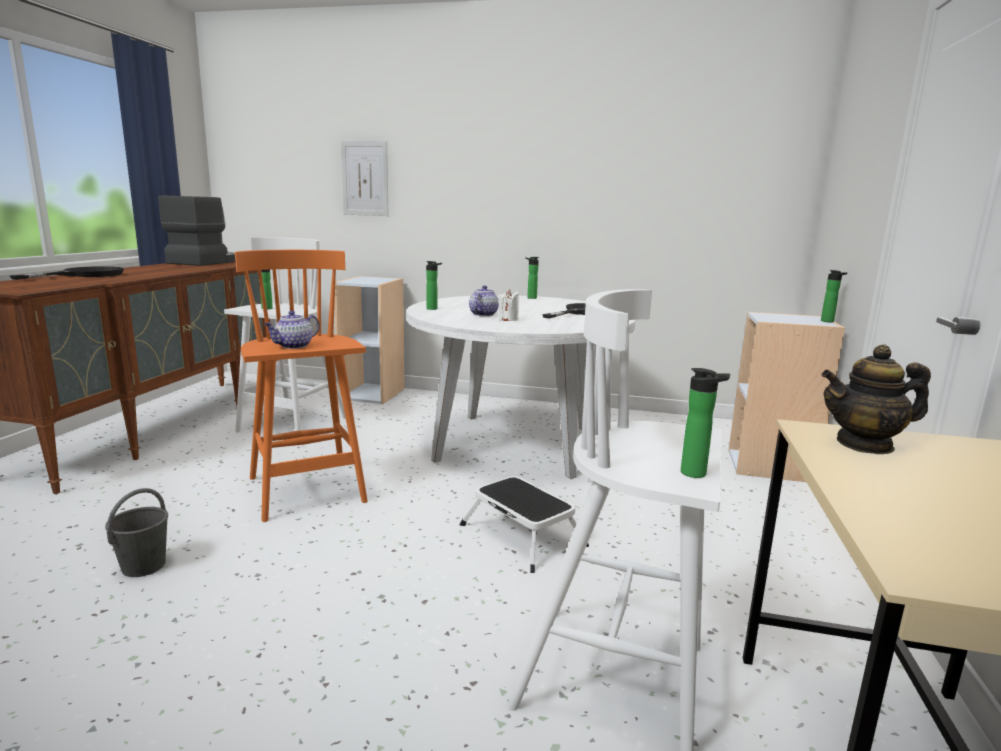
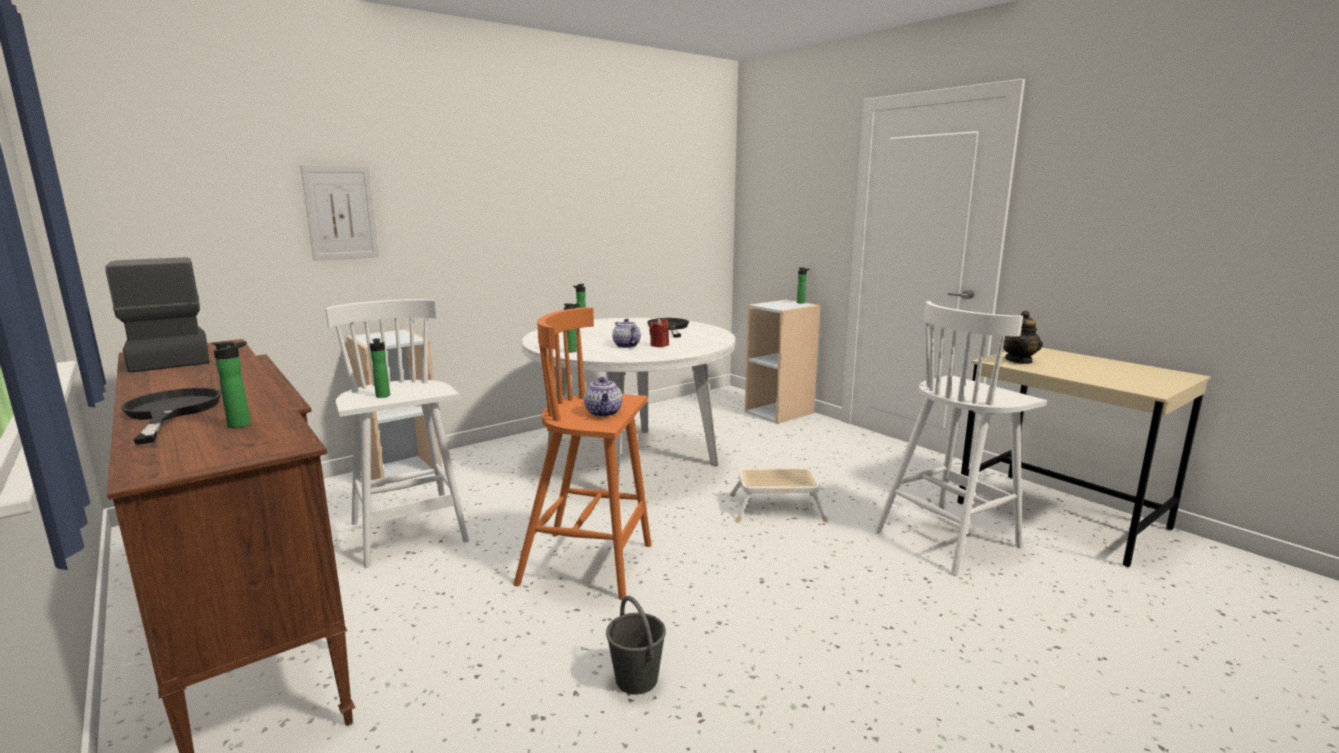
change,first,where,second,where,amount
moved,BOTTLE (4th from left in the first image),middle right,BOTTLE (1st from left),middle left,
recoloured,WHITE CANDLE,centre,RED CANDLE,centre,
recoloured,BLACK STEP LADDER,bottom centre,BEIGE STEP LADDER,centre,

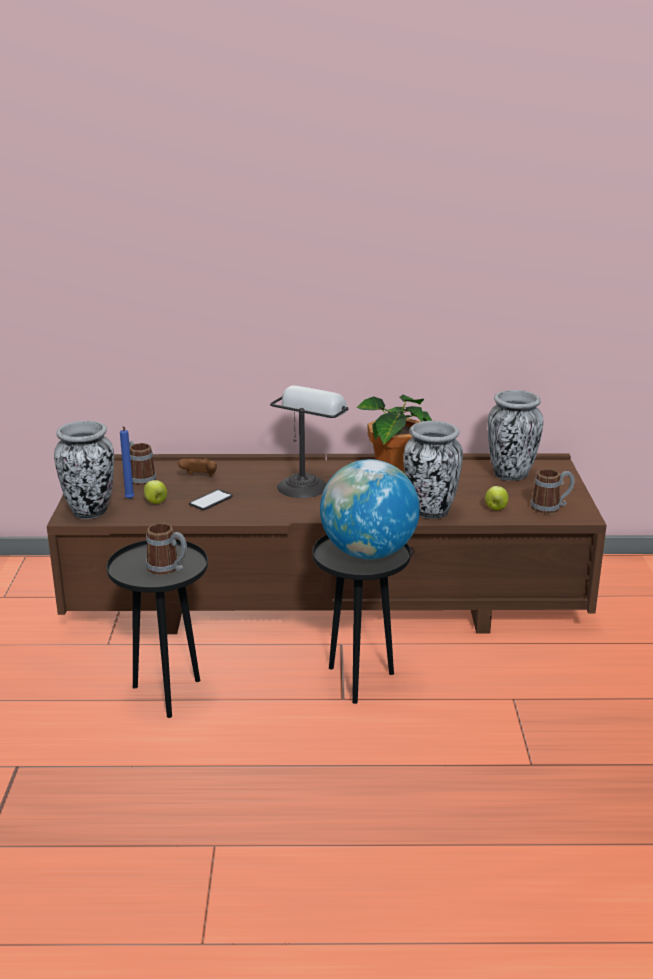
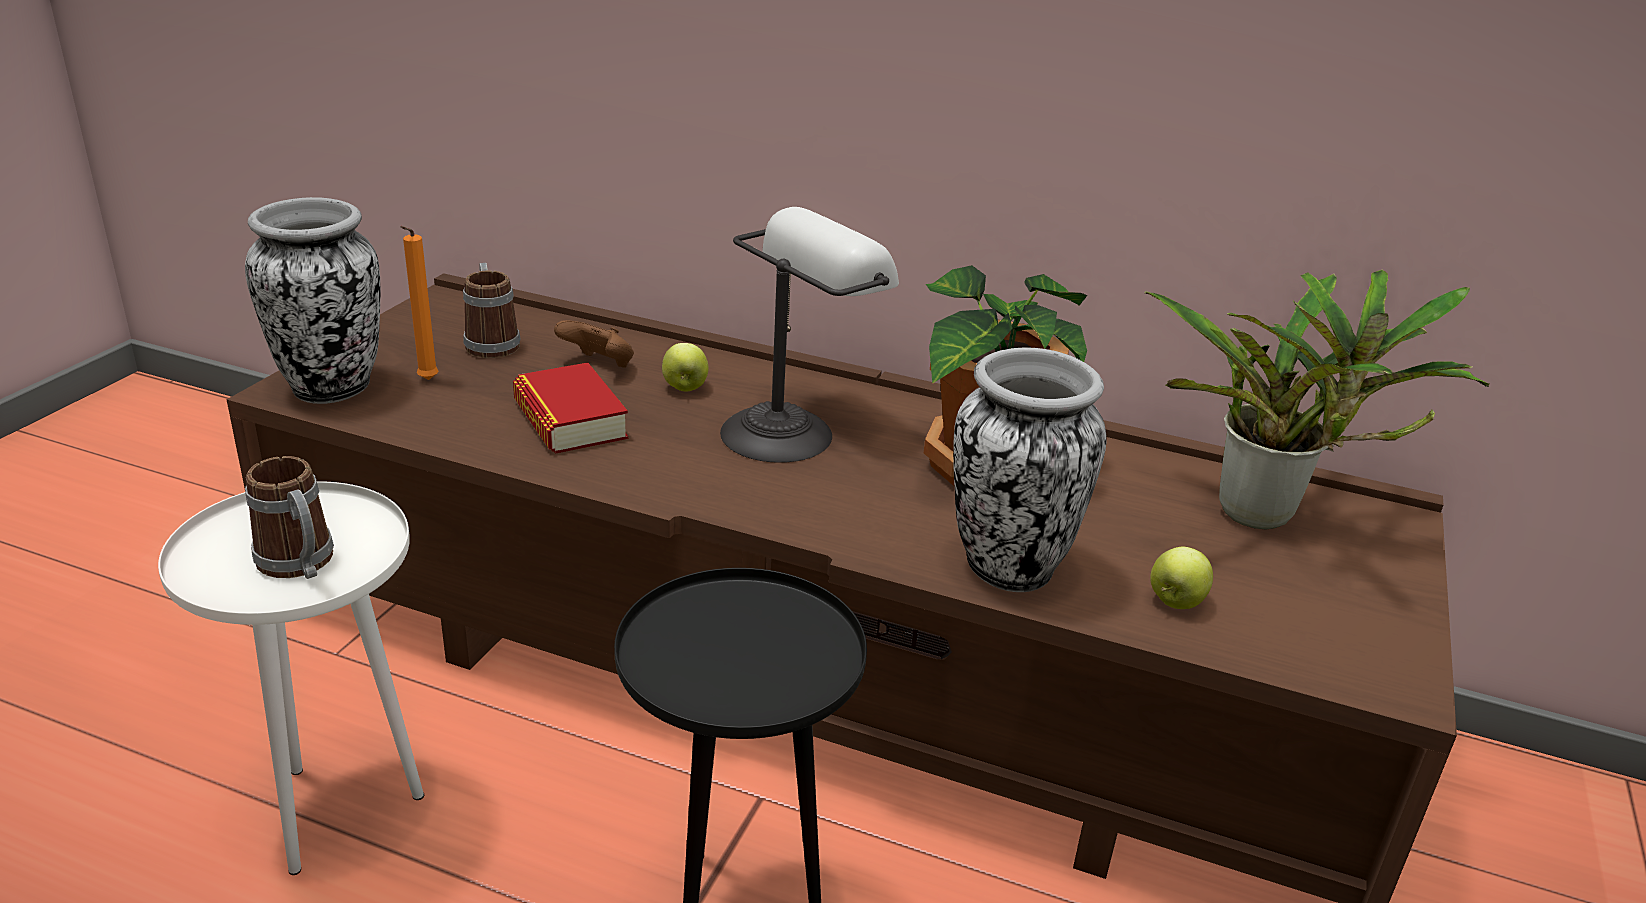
change,first,where,second,where,amount
recoloured,BLACK SIDE TABLE (1st from left),middle left,WHITE SIDE TABLE,bottom left,
recoloured,BLUE CANDLE,middle left,ORANGE CANDLE,middle left,
replaced,PHONE,middle left,BOOK,centre,
moved,APPLE (1st from left),middle left,,centre,
replaced,VASE (3rd from left),middle right,POTTED PLANT (2nd from left),middle right,
removed,GLOBE,centre,,,
removed,MUG (3rd from left),middle right,,,

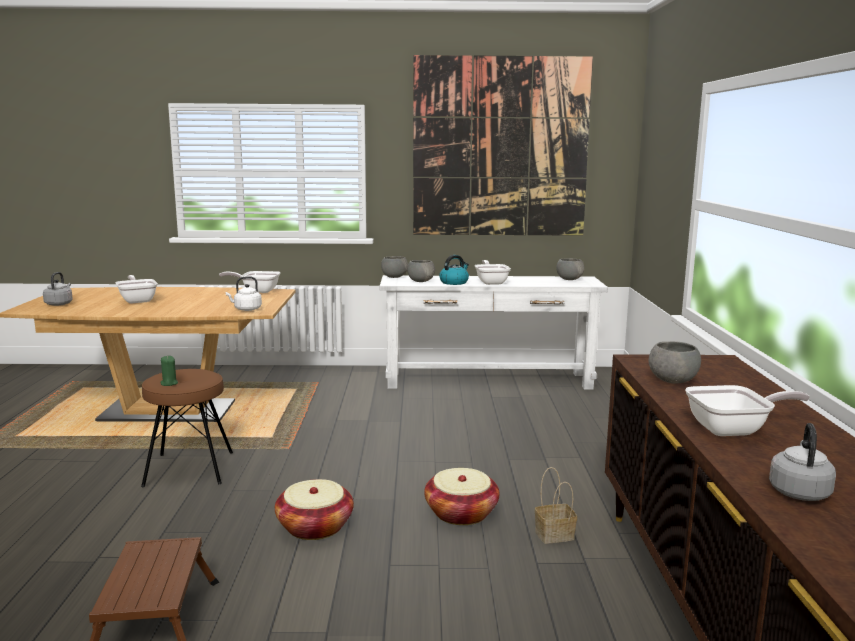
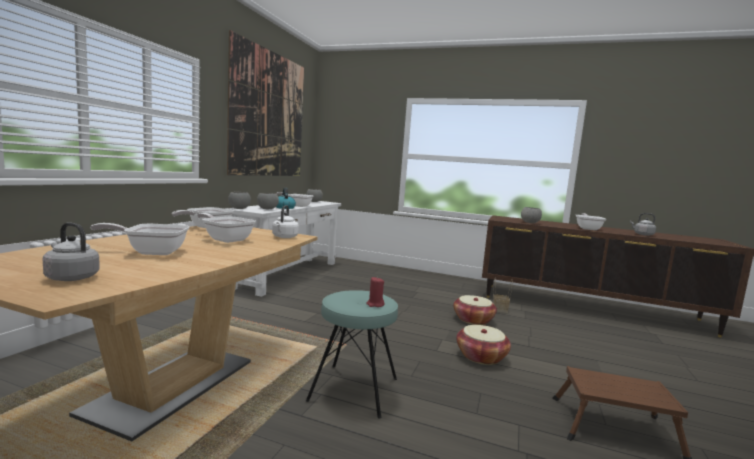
change,first,where,second,where,amount
added,,,FRYING PAN (3rd from left),middle left,
recoloured,BROWN STOOL,bottom left,TURQUOISE STOOL,bottom centre,
recoloured,GREEN CANDLE,middle left,RED CANDLE,centre,

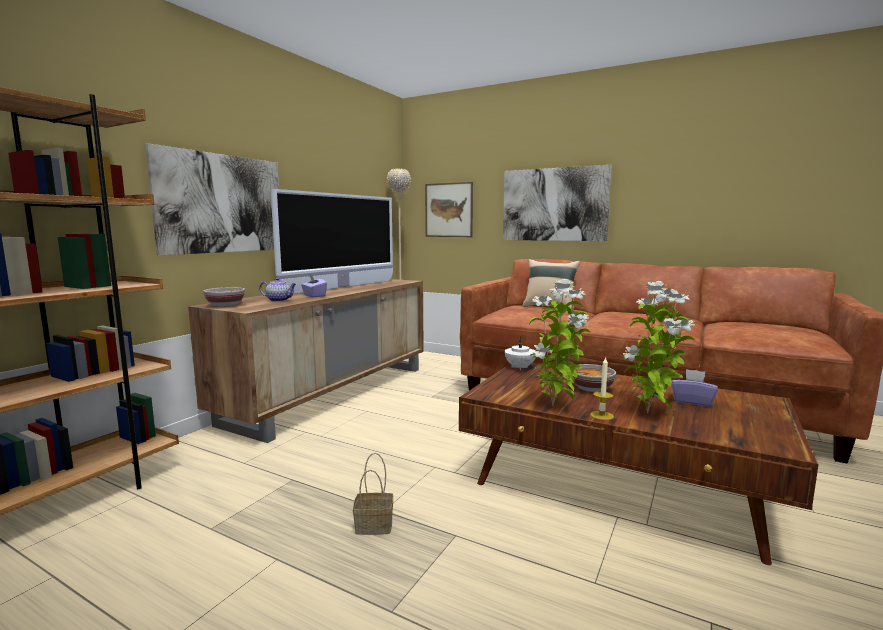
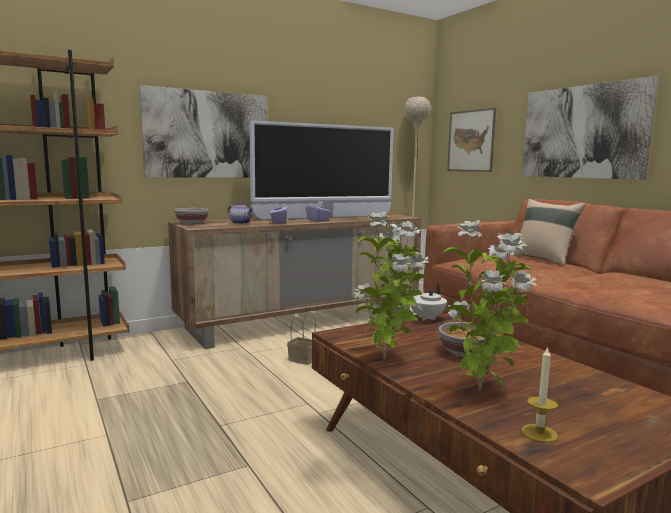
change,first,where,second,where,amount
moved,BASKET,bottom centre,,centre,
moved,PURPLE TISSUE BOX (2nd from left),middle right,,centre,
moved,CANDLE,middle right,,bottom right,

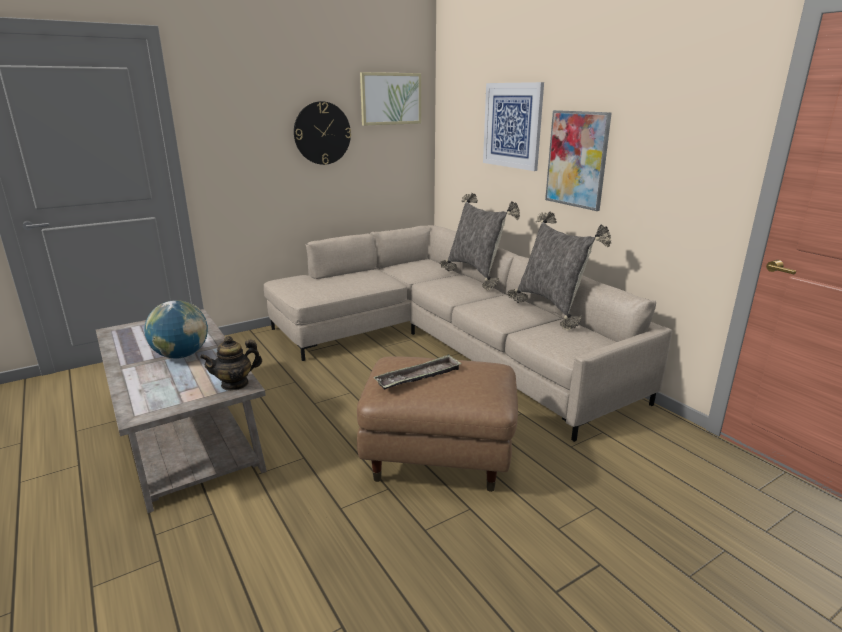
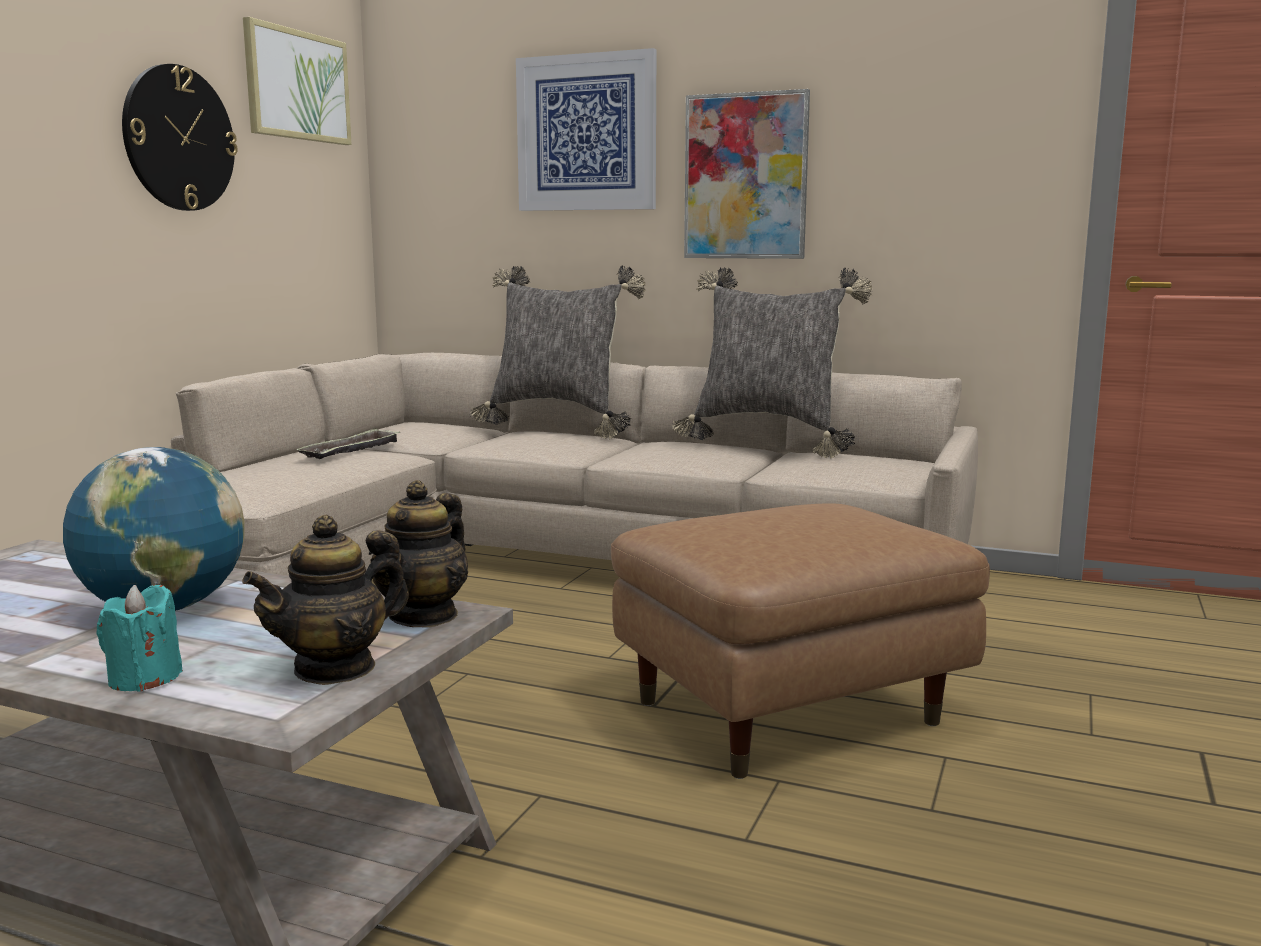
change,first,where,second,where,amount
added,,,TURQUOISE CANDLE,bottom left,
added,,,TEAPOT (1st from left),middle left,
moved,TRAY,centre,,middle left,

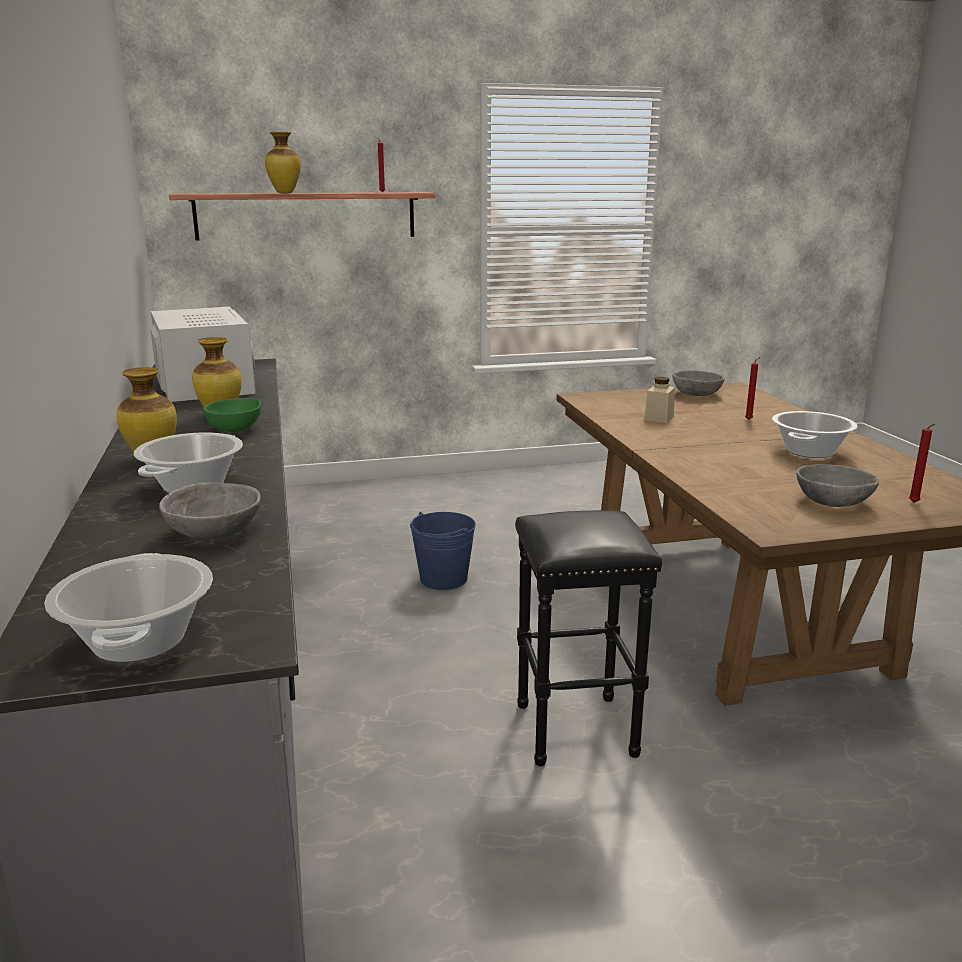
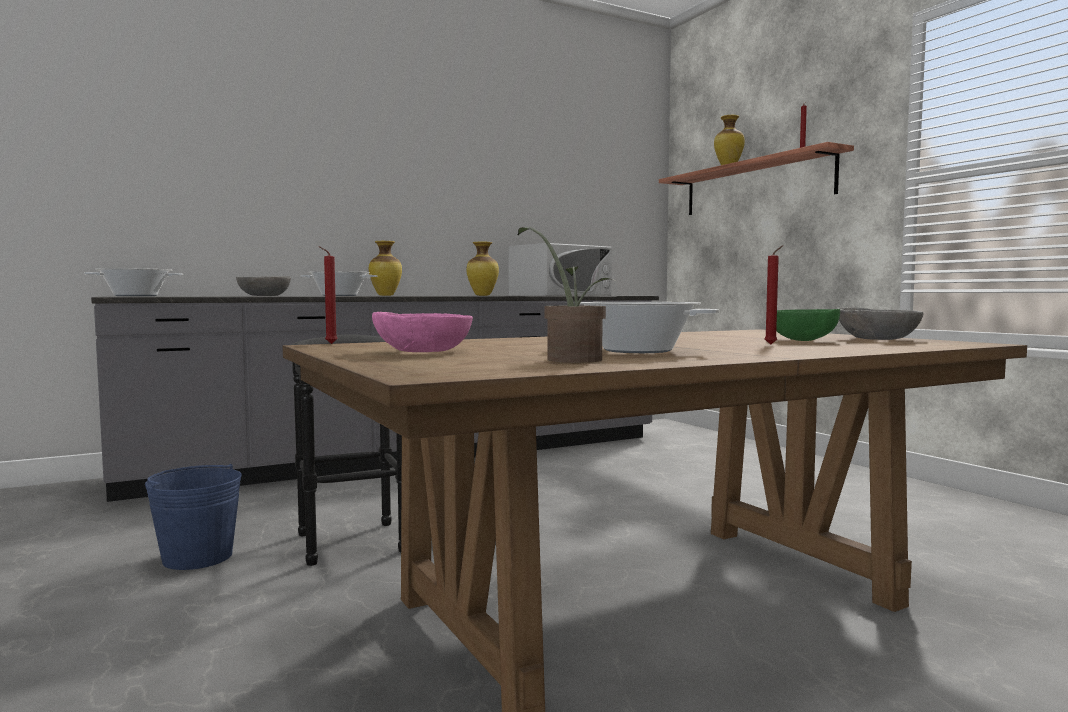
change,first,where,second,where,amount
moved,BLUE BUCKET,centre,,bottom left,
moved,RED CANDLE (3rd from left in the first image),middle right,RED CANDLE (1st from left),middle left,
recoloured,GREY BOWL (3rd from left),middle right,PINK BOWL,centre,
added,,,POTTED PLANT,centre,
moved,GREEN BOWL,middle left,,middle right,
removed,BEIGE JAR,middle right,,,

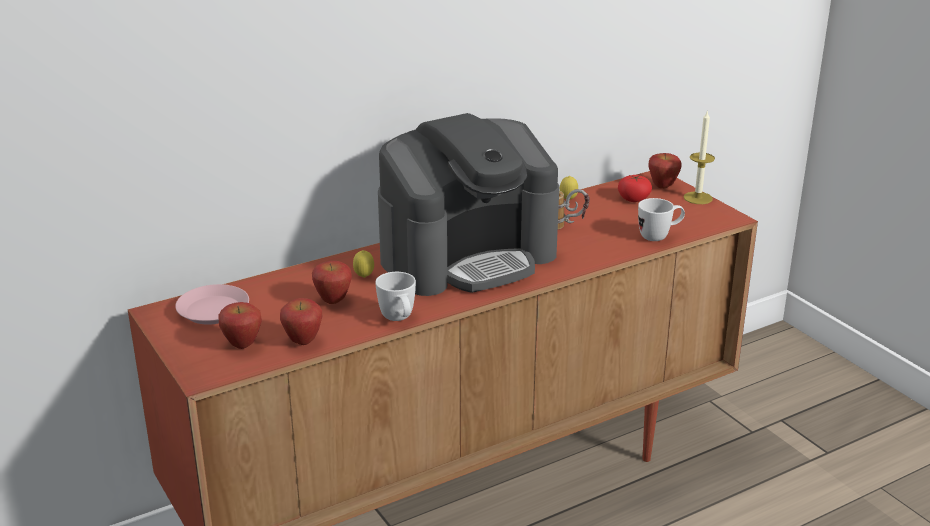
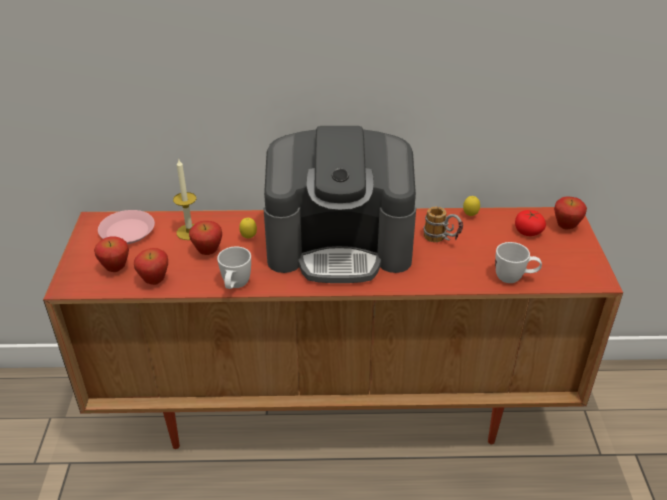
change,first,where,second,where,amount
moved,CANDLE,top right,,middle left,

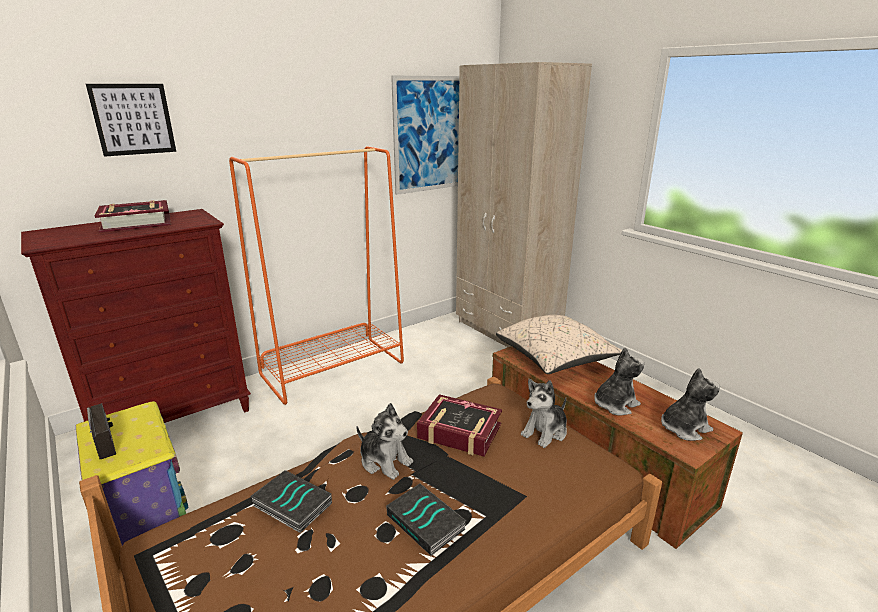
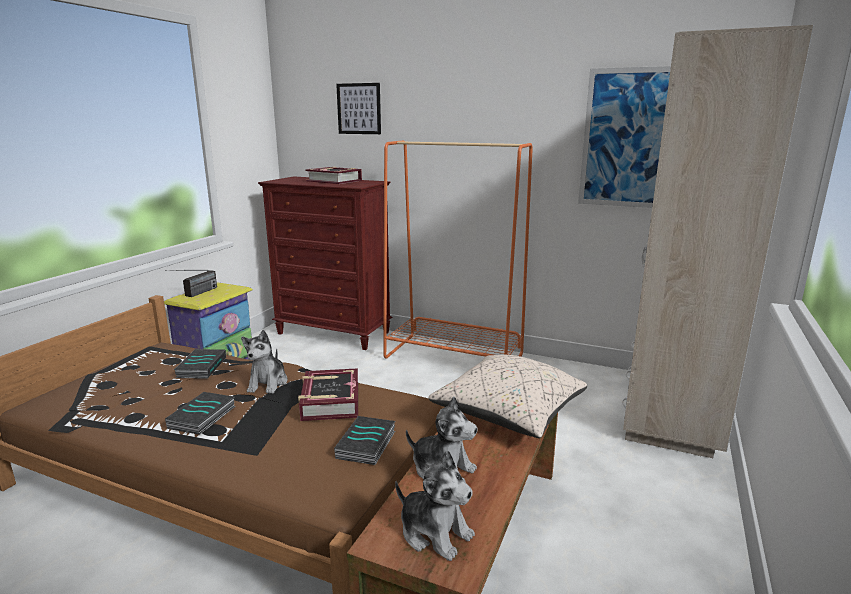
change,first,where,second,where,amount
replaced,PLUSH TOY (2nd from left),bottom centre,BOOK (5th from left),bottom centre,

